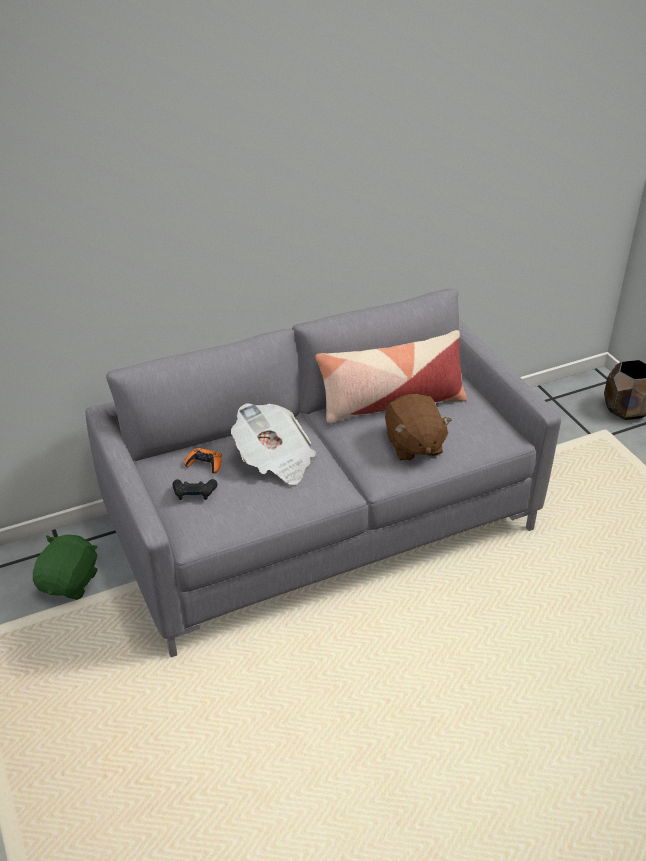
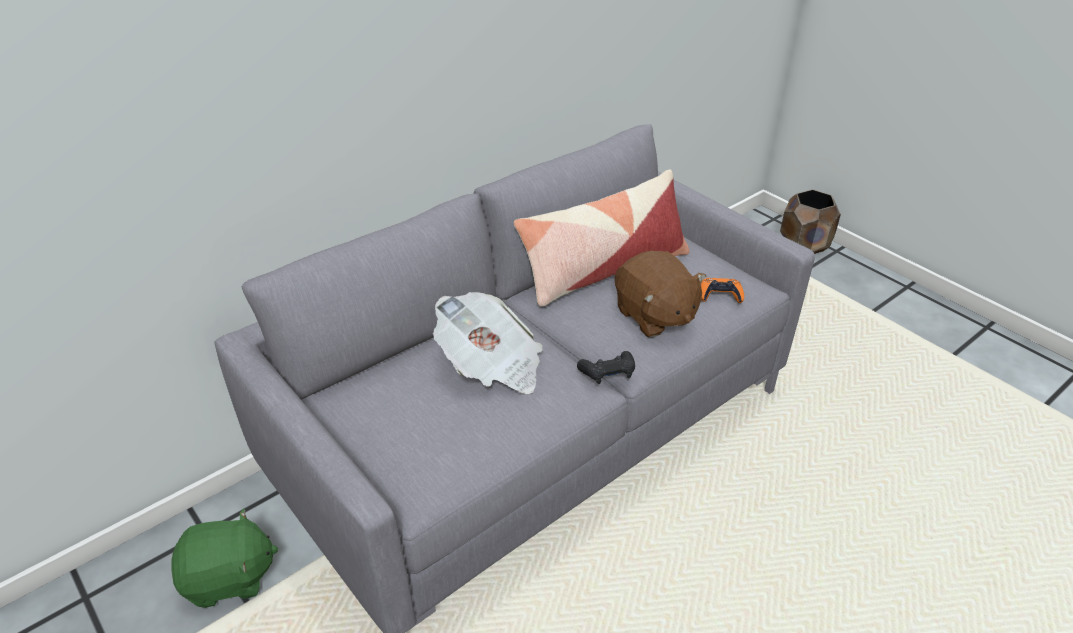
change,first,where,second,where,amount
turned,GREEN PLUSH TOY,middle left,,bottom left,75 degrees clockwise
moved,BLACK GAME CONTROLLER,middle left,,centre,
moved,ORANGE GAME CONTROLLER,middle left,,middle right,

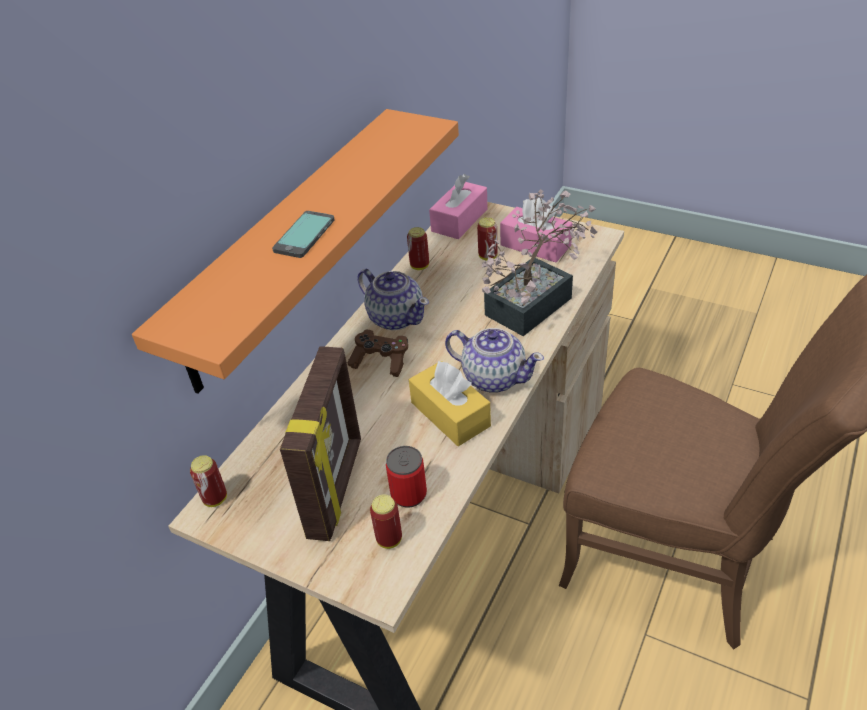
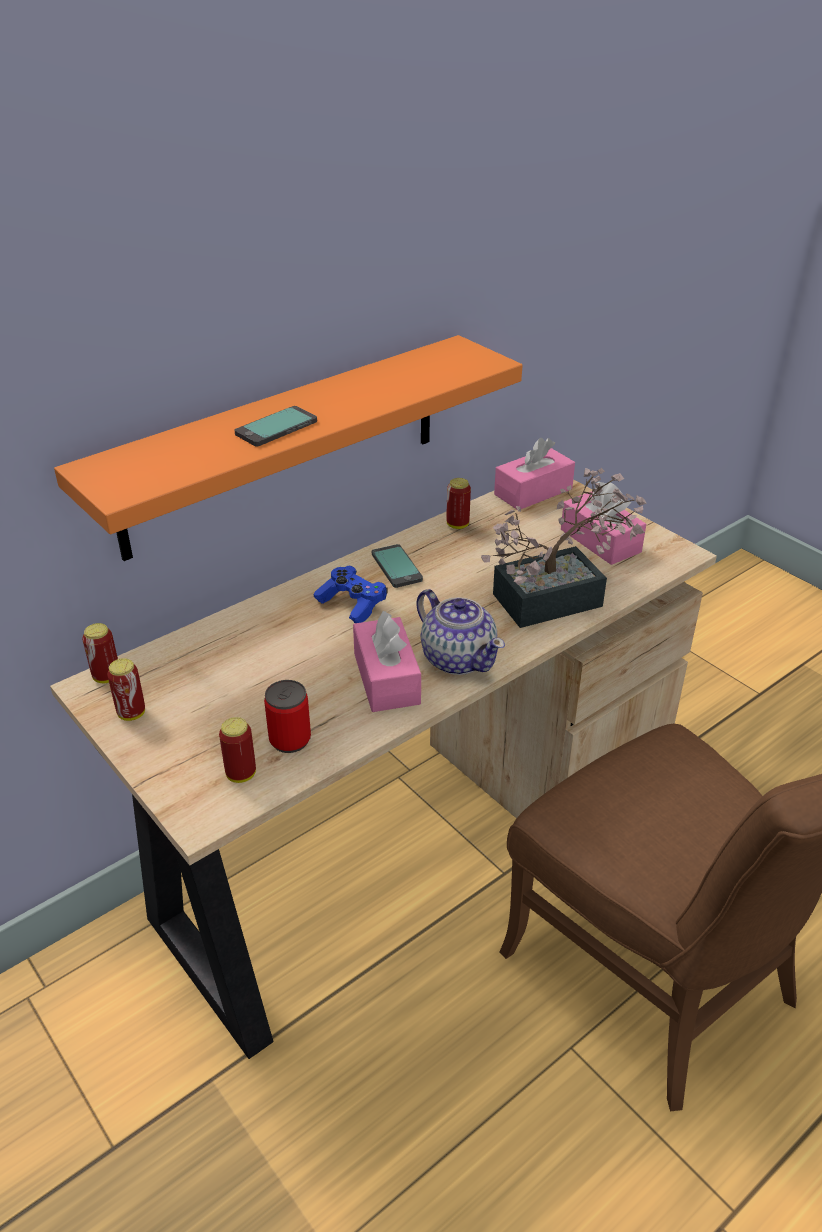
change,first,where,second,where,amount
moved,CAN (5th from left in the first image),centre,CAN (2nd from left),middle left,
recoloured,BROWN GAME CONTROLLER,centre,BLUE GAME CONTROLLER,centre,
recoloured,YELLOW TISSUE BOX,centre,PINK TISSUE BOX (1st from left),centre,
replaced,TEAPOT (1st from left),centre,PHONE (2nd from left),centre,
removed,PICTURE FRAME,centre,,,

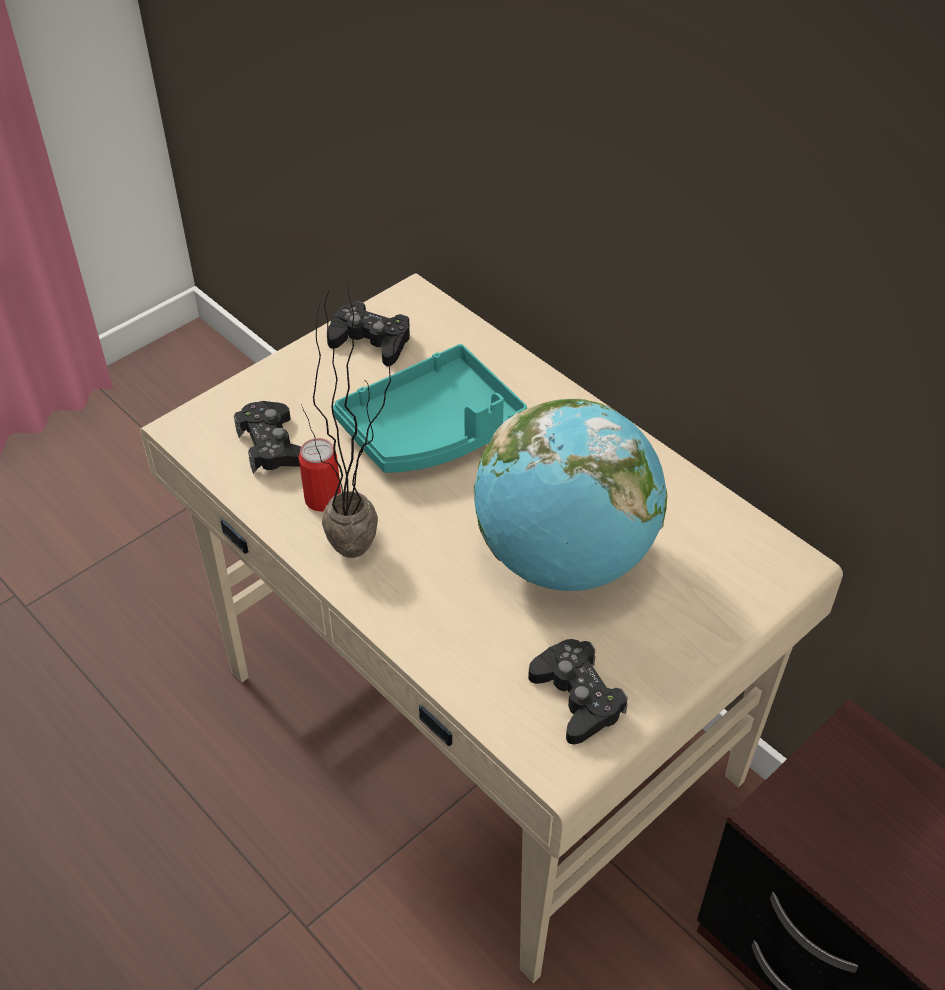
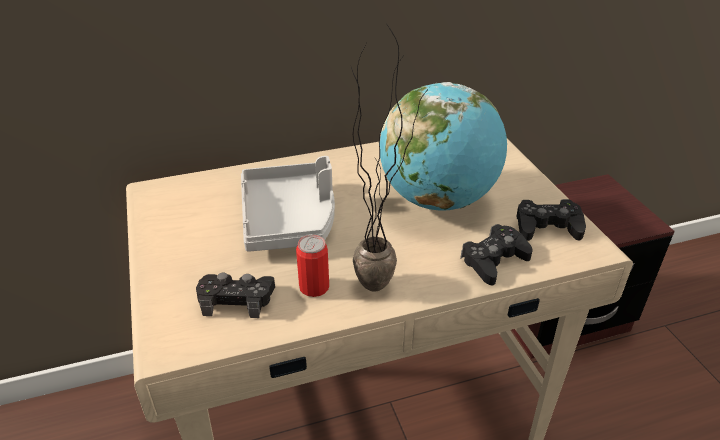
change,first,where,second,where,amount
recoloured,TURQUOISE TRAY,centre,GREY TRAY,centre,
moved,BLACK GAME CONTROLLER (2nd from left),centre,,middle right,

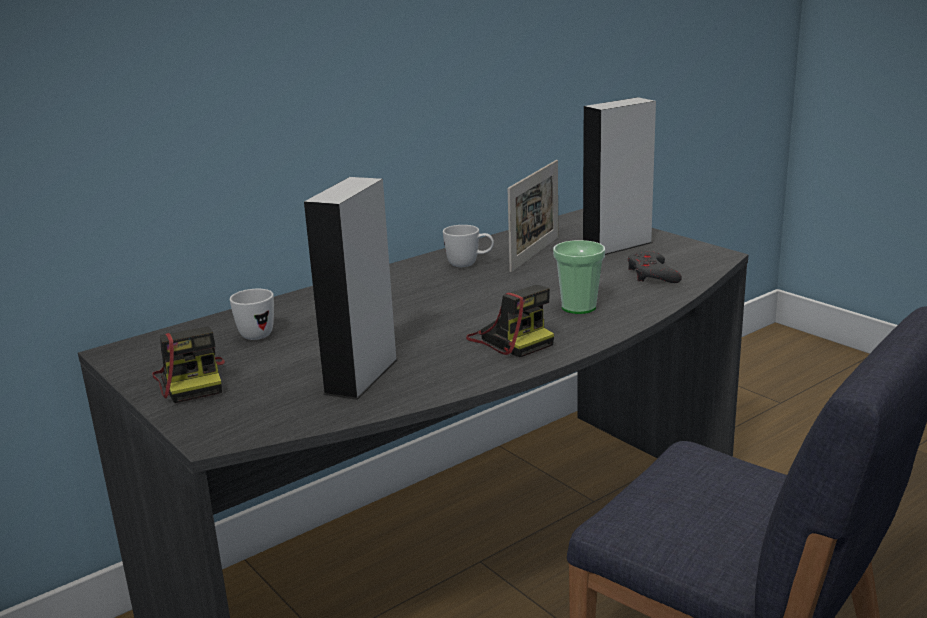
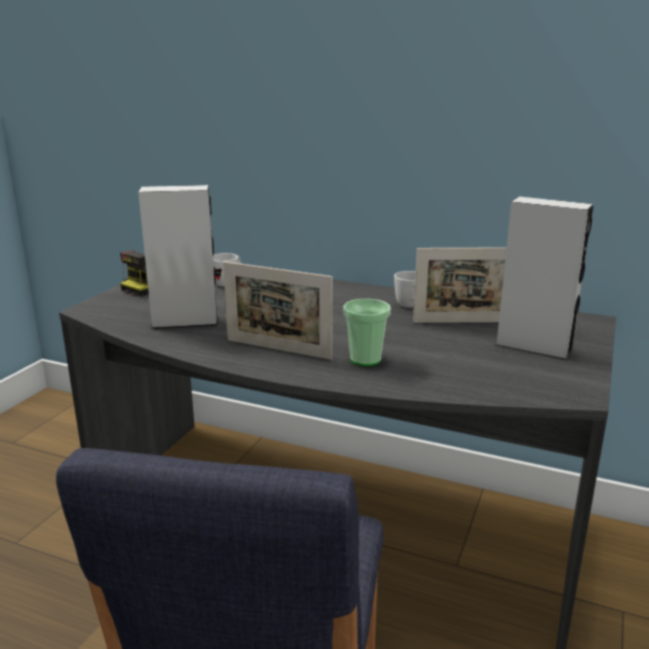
change,first,where,second,where,amount
replaced,PHOTO CAMERA (2nd from left),centre,PICTURE FRAME (1st from left),centre,
removed,GREY GAME CONTROLLER,middle right,,,

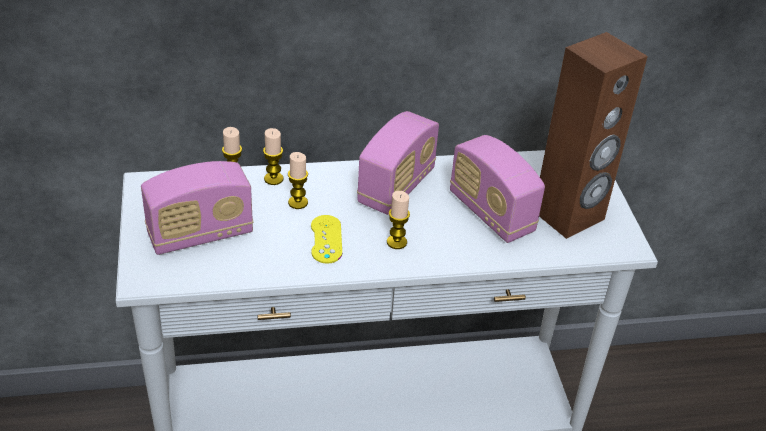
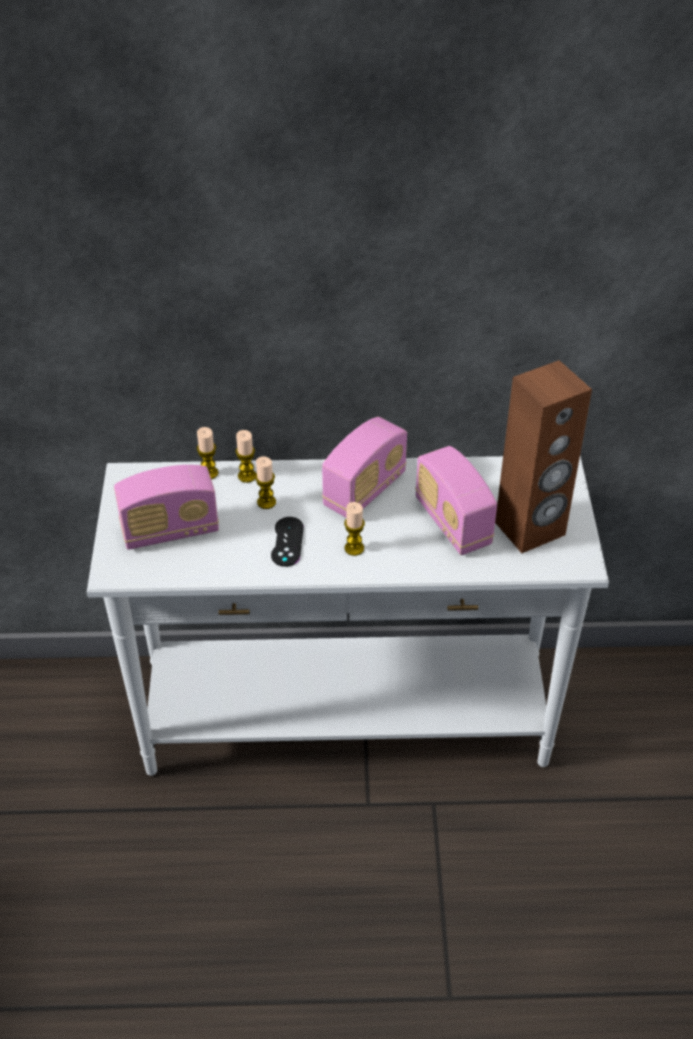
change,first,where,second,where,amount
recoloured,YELLOW GAME CONTROLLER,centre,BLACK GAME CONTROLLER,centre,

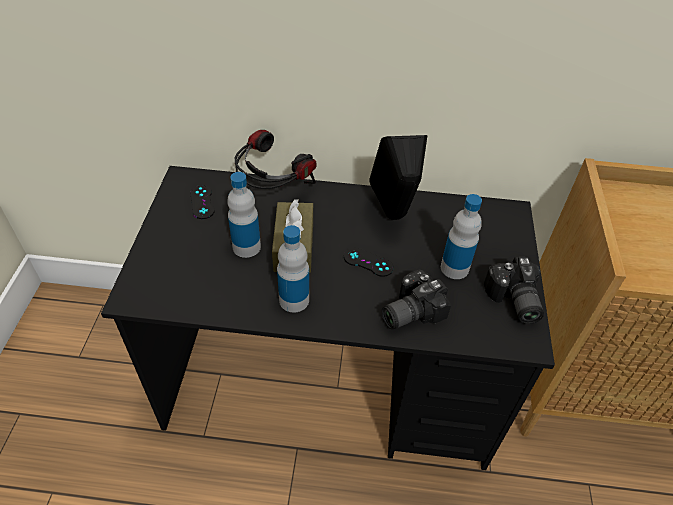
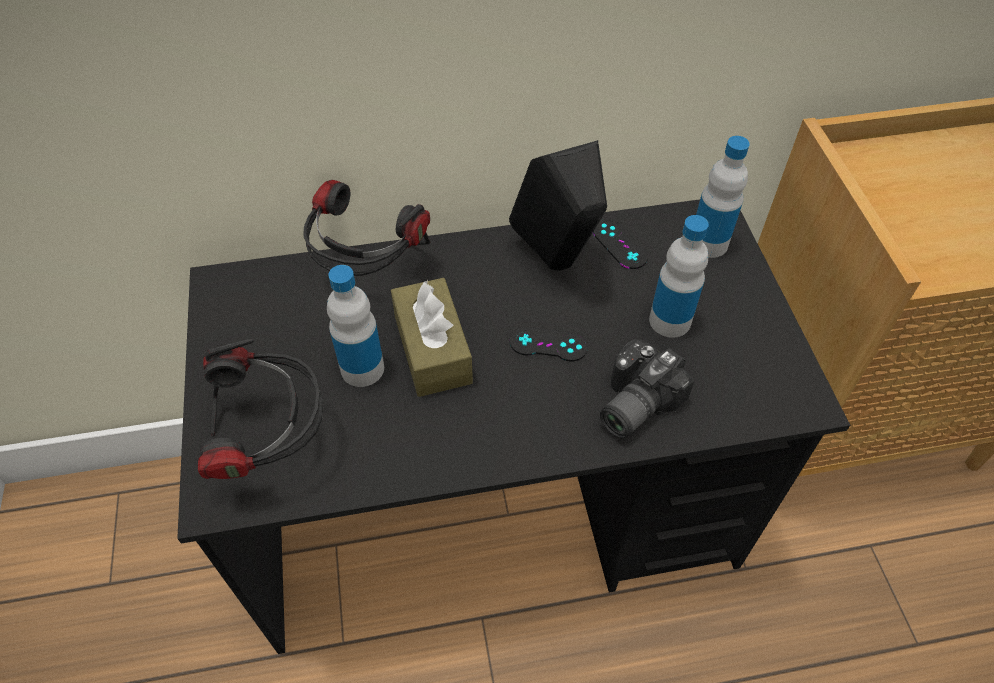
change,first,where,second,where,amount
added,,,HEADPHONES (1st from left),middle left,
moved,BLACK GAME CONTROLLER (1st from left in the first image),middle left,BLACK GAME CONTROLLER (2nd from left),centre,
moved,BOTTLE (2nd from left in the first image),centre,BOTTLE (3rd from left),top right,
removed,PHOTO CAMERA (2nd from left),middle right,,,

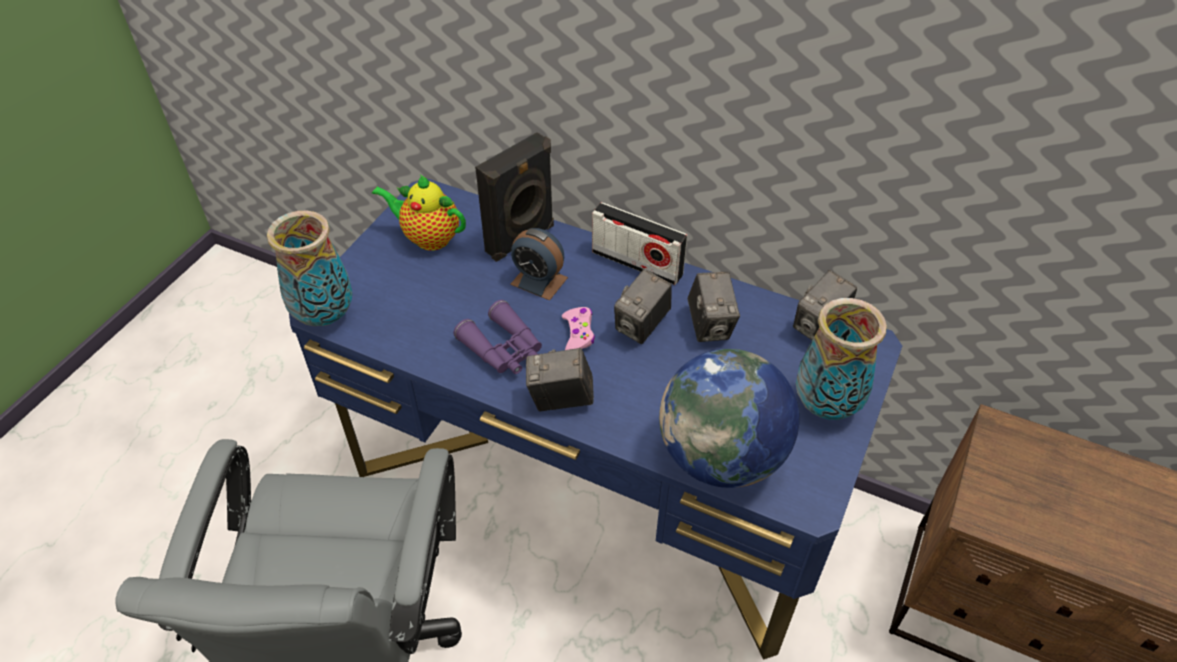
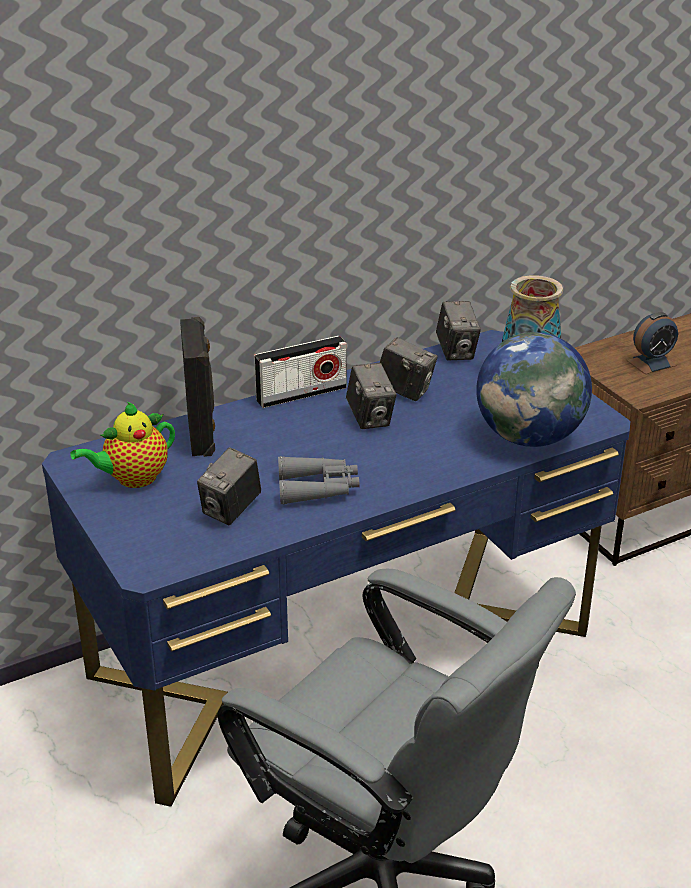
change,first,where,second,where,amount
moved,PHOTO CAMERA (1st from left),centre,,middle left,
recoloured,PURPLE BINOCULARS,centre,GREY BINOCULARS,centre,
moved,ALARM CLOCK,centre,,middle right,
removed,VASE (1st from left),middle left,,,
removed,PINK GAME CONTROLLER,centre,,,

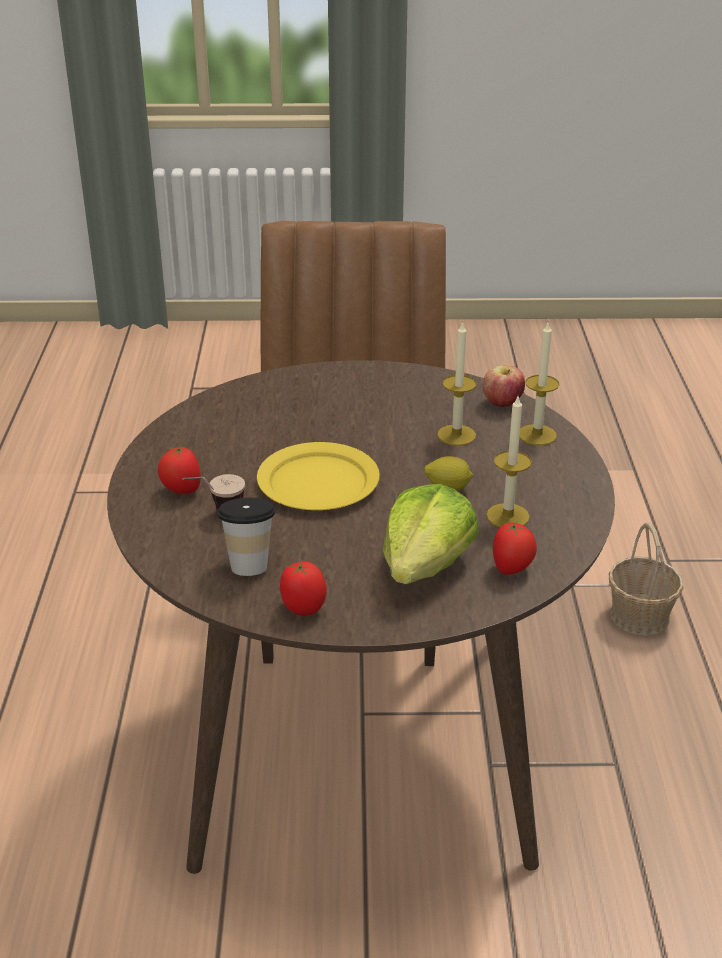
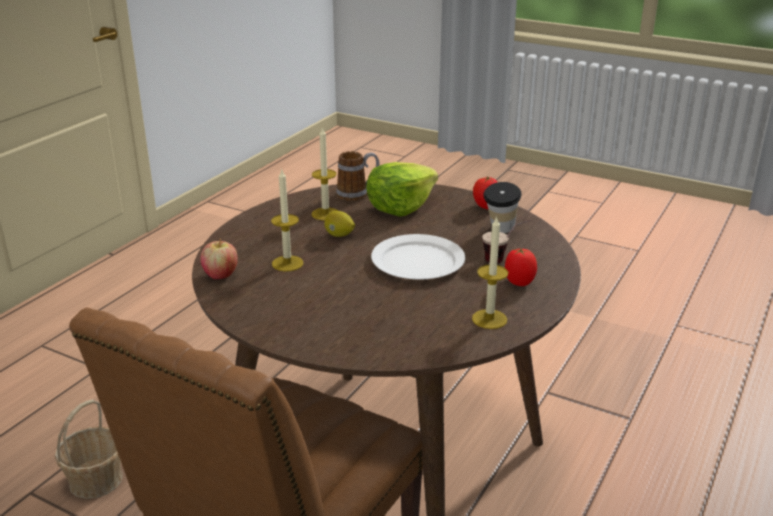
change,first,where,second,where,amount
replaced,TOMATO (3rd from left),middle right,MUG,centre,
recoloured,YELLOW PLATE,centre,WHITE PLATE,centre,
moved,CANDLE (3rd from left),middle right,,centre,

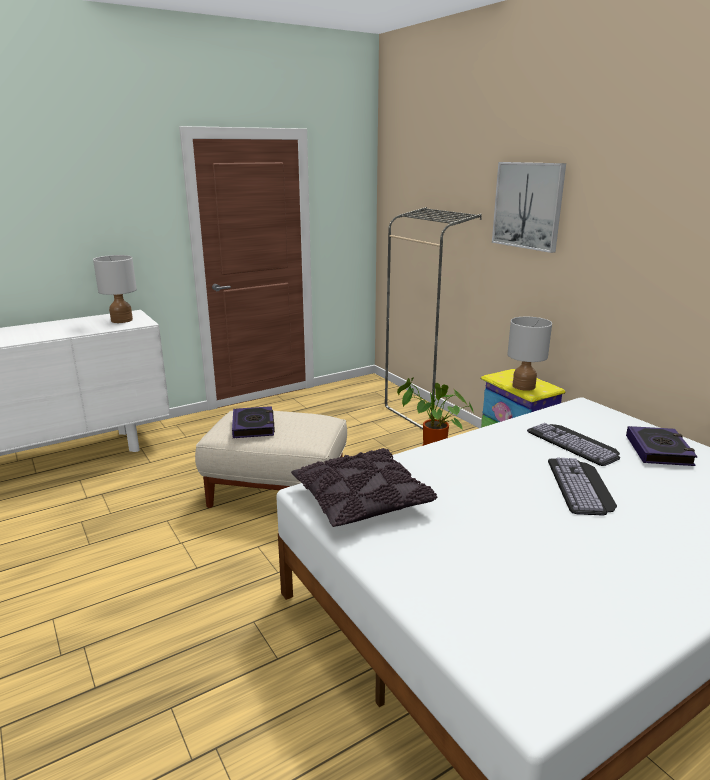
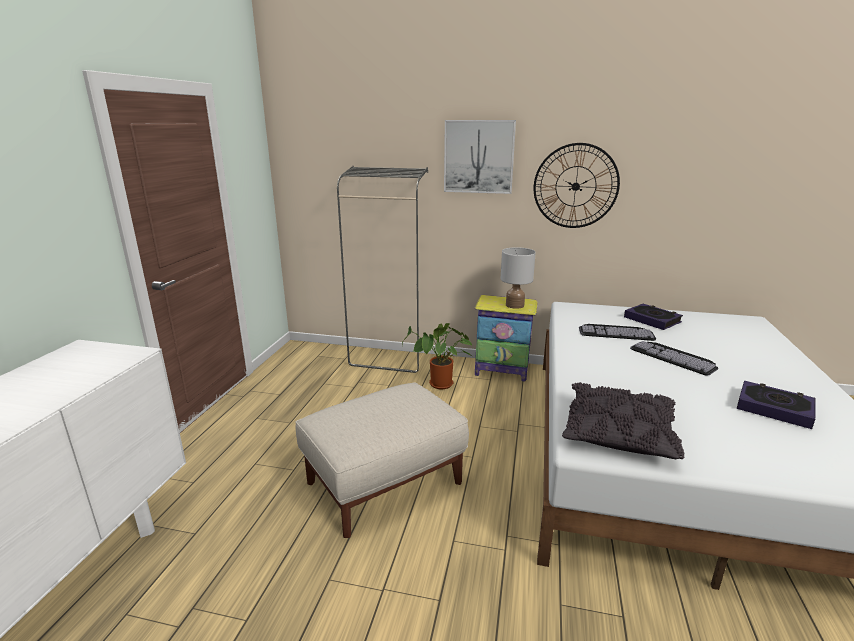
change,first,where,second,where,amount
added,,,WALL CLOCK,top right,
moved,BOOK (1st from left in the first image),centre,BOOK (2nd from left),middle right,
removed,GREY TABLE LAMP (1st from left),middle left,,,

